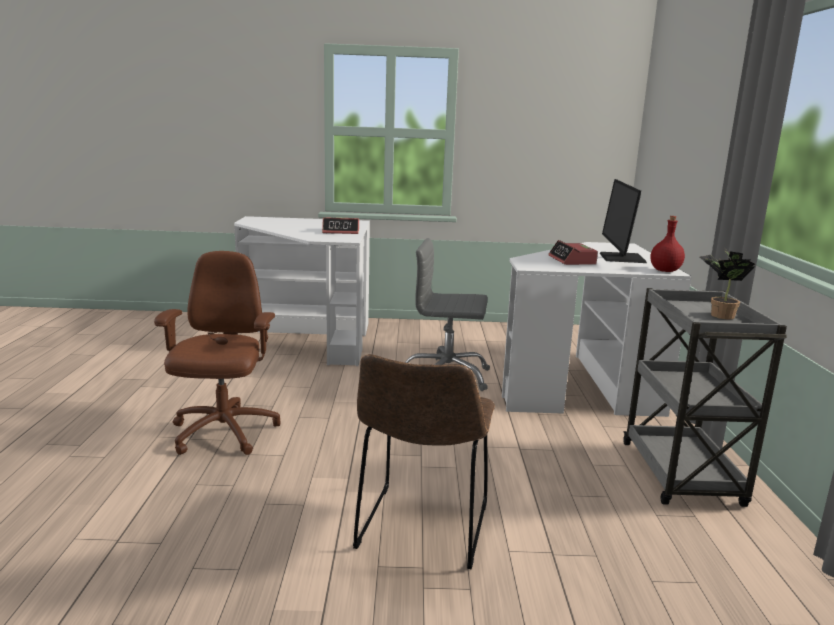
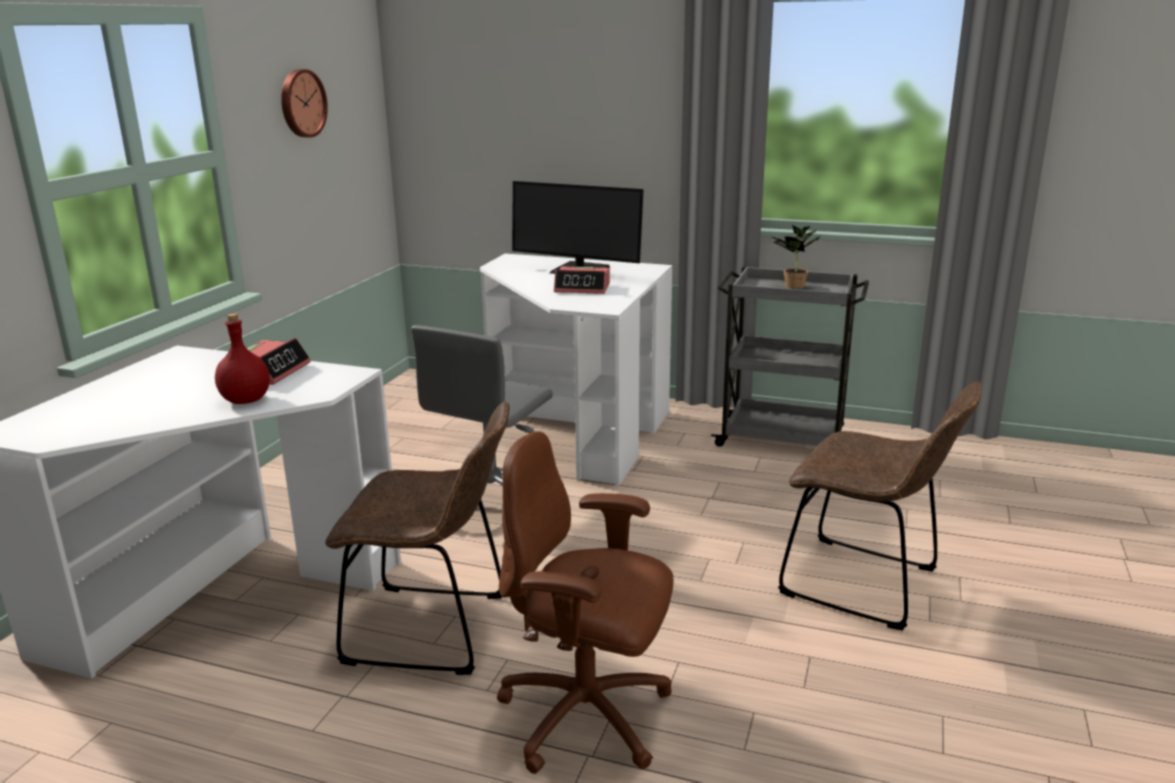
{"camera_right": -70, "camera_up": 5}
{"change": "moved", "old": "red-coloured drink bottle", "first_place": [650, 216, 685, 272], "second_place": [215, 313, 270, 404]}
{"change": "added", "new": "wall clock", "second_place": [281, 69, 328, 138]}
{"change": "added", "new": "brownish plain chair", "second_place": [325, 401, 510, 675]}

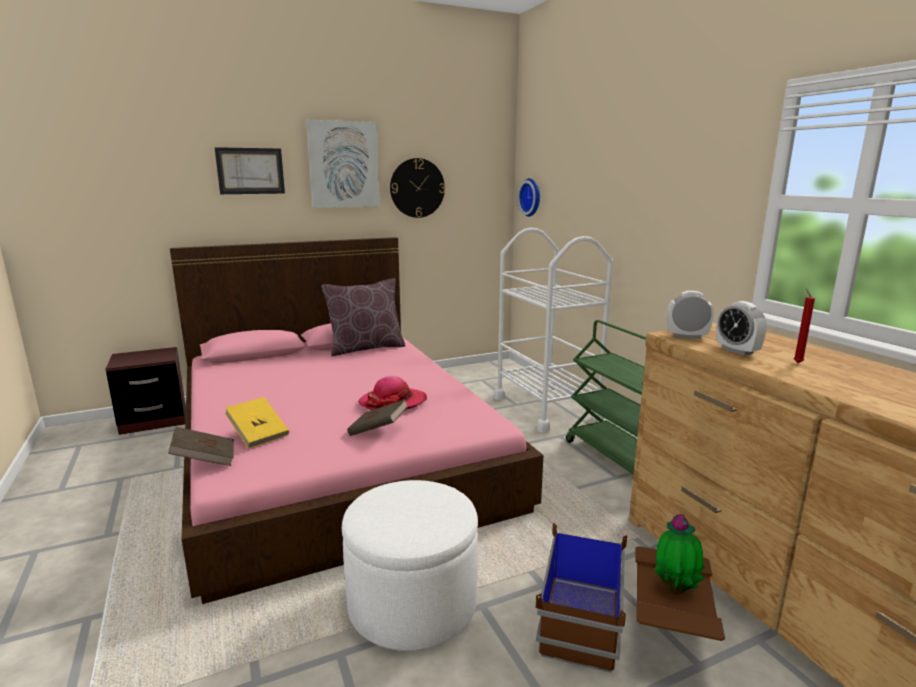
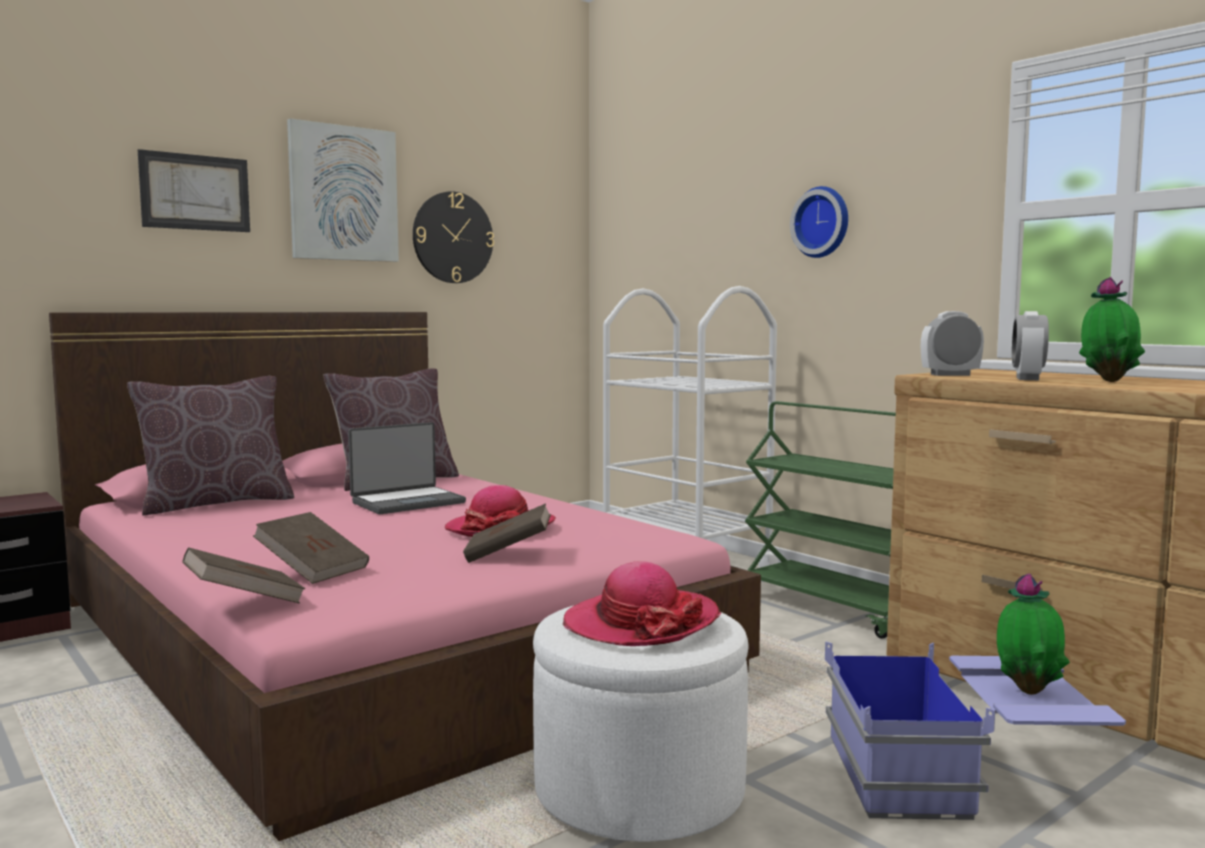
{"camera_right": -15, "camera_up": -10}
{"change": "added", "new": "brownish pillow", "second_place": [127, 376, 294, 515]}
{"change": "recoloured", "old": "yellow bound book", "new": "brownish bound book", "first_place": [225, 397, 289, 449], "second_place": [253, 512, 369, 584]}
{"change": "added", "new": "notebook computer", "second_place": [348, 422, 466, 514]}
{"change": "added", "new": "hat", "second_place": [563, 562, 721, 646]}
{"change": "moved", "old": "wall clock", "first_place": [518, 178, 540, 217], "second_place": [790, 186, 848, 258]}
{"change": "recoloured", "old": "brownish storage container", "new": "blue-coloured storage container", "first_place": [536, 523, 725, 673], "second_place": [825, 642, 1126, 820]}
{"change": "turned", "old": "table clock", "first_place": [716, 301, 767, 356], "second_place": [1012, 311, 1049, 380], "degrees": 60}
{"change": "replaced", "old": "red-coloured candle", "new": "plant in a pot", "first_place": [794, 289, 815, 363], "second_place": [1079, 277, 1145, 382]}

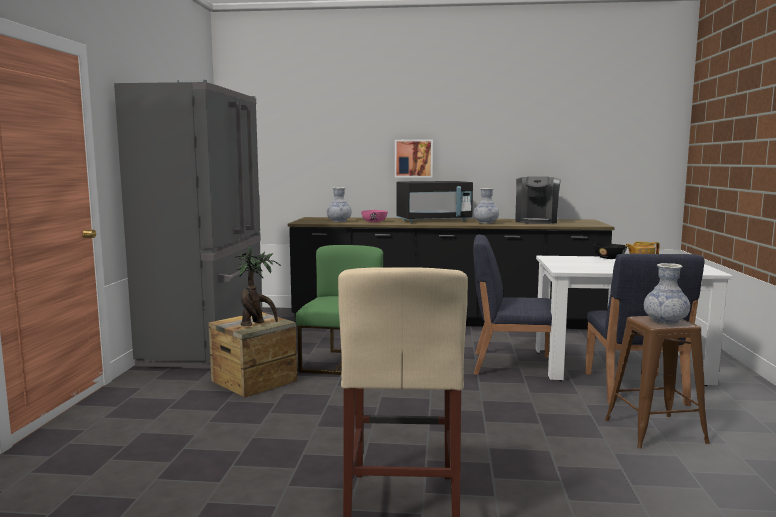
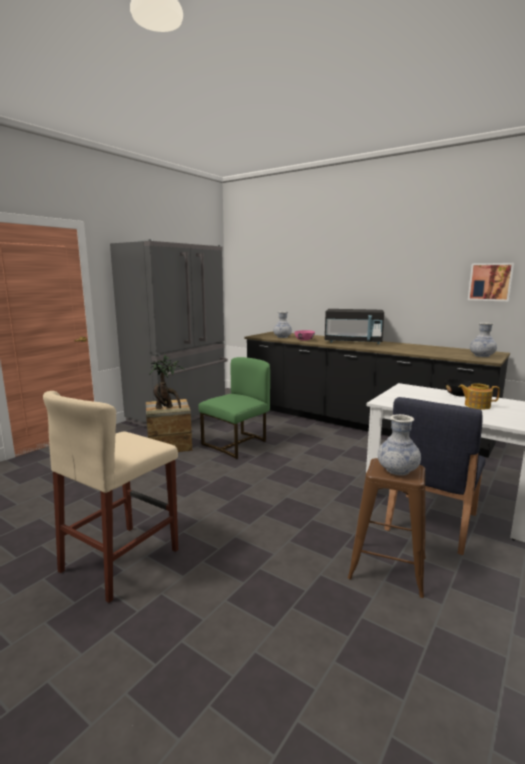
{"camera_right": 30, "camera_up": 5}
{"change": "moved", "old": "wall art", "first_place": [395, 140, 433, 178], "second_place": [468, 263, 514, 301]}
{"change": "moved", "old": "vase", "first_place": [474, 188, 499, 224], "second_place": [470, 323, 497, 357]}
{"change": "removed", "old": "blue-coloured plain chair", "first_place": [473, 234, 552, 375]}
{"change": "removed", "old": "coffee machine", "first_place": [515, 176, 561, 224]}

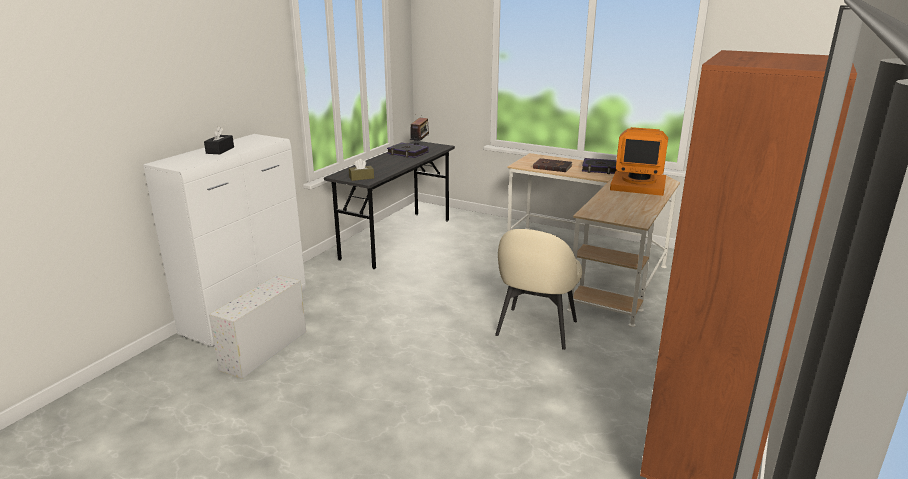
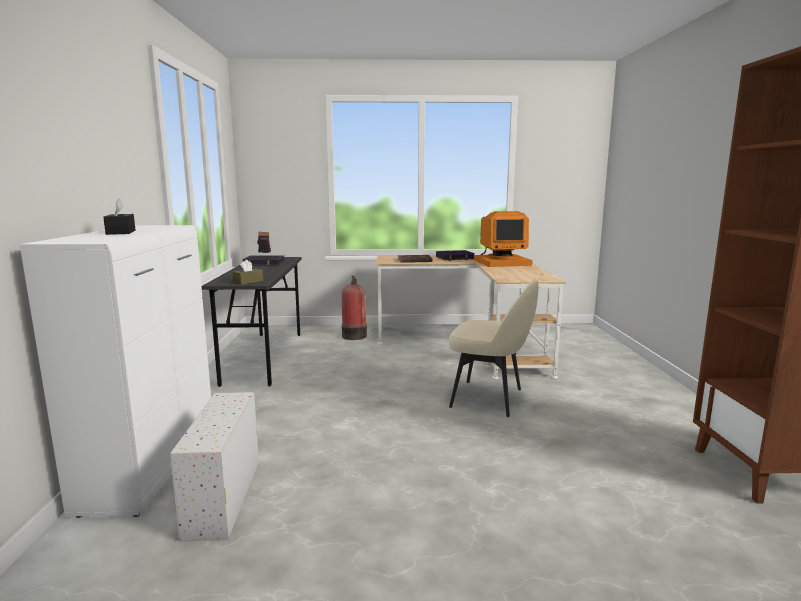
{"camera_right": -30, "camera_up": -10}
{"change": "added", "new": "fire extinguisher", "second_place": [342, 276, 367, 340]}
{"change": "turned", "old": "beige plain chair", "first_place": [495, 229, 582, 350], "second_place": [449, 279, 539, 417], "degrees": -60}

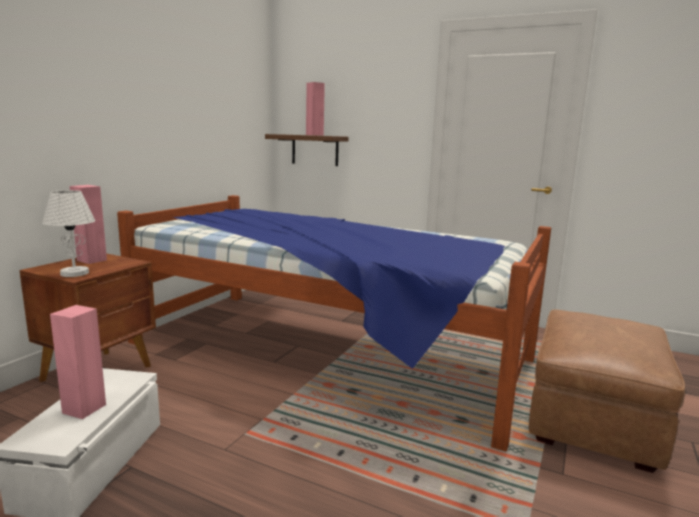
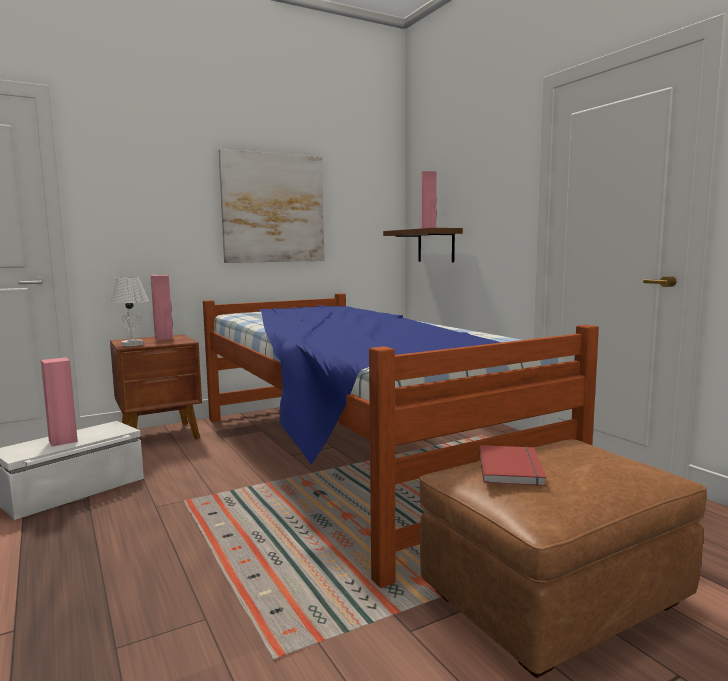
{"camera_right": 35, "camera_up": -5}
{"change": "added", "new": "wall art", "second_place": [219, 149, 324, 263]}
{"change": "added", "new": "red-coloured bound book", "second_place": [479, 445, 546, 486]}

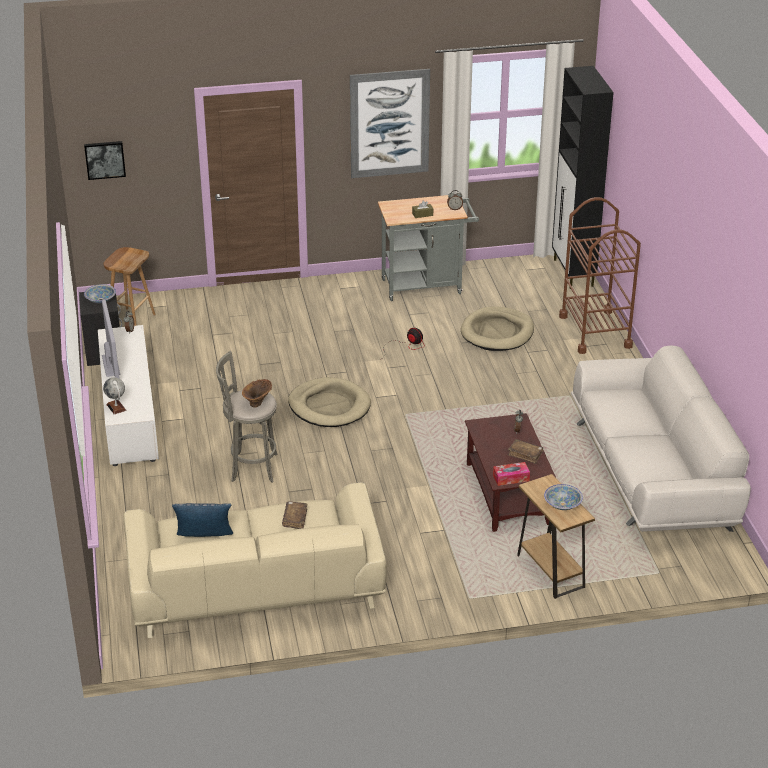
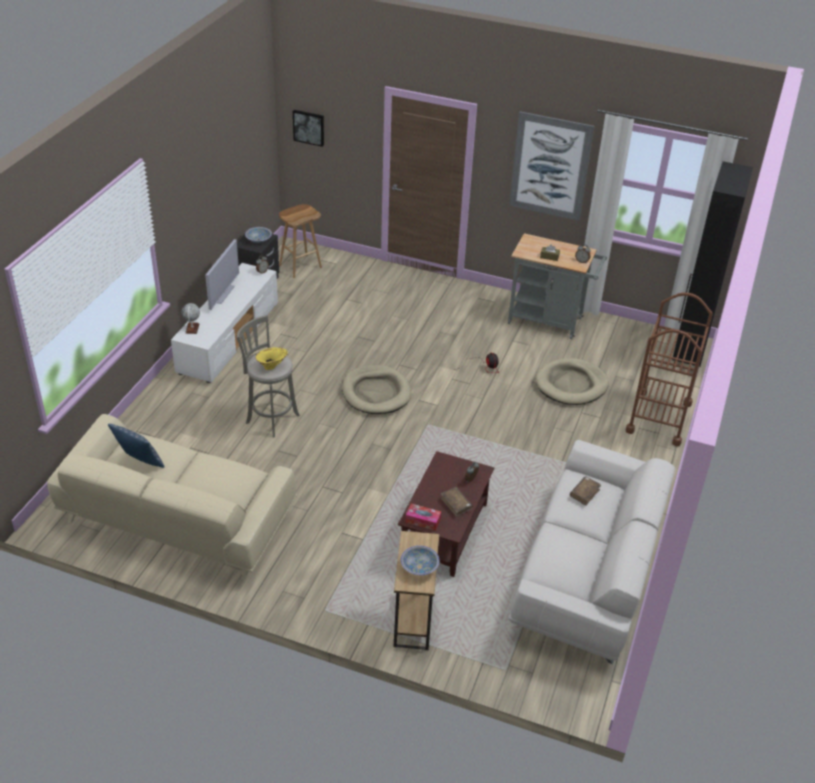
{"camera_right": 30, "camera_up": 5}
{"change": "recoloured", "old": "brownish vase", "new": "yellow vase", "first_place": [242, 379, 272, 408], "second_place": [256, 347, 288, 370]}
{"change": "moved", "old": "brownish bound book", "first_place": [282, 501, 307, 529], "second_place": [570, 477, 601, 506]}

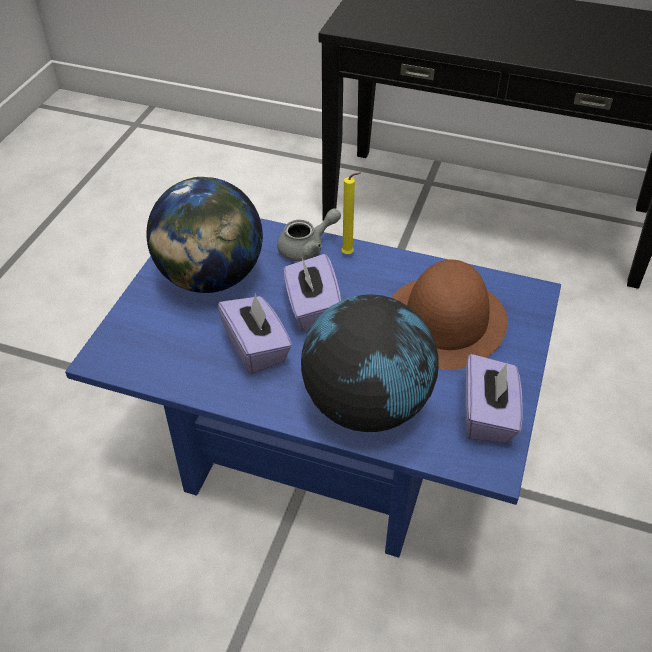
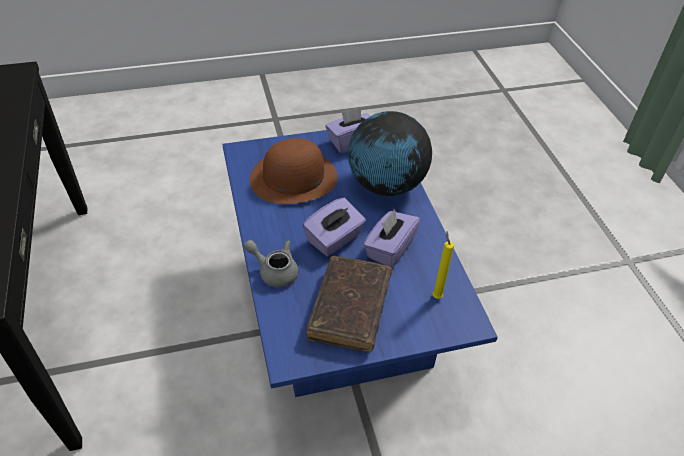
{"camera_right": -125, "camera_up": 0}
{"change": "replaced", "old": "desk globe", "new": "brownish bound book", "first_place": [146, 177, 263, 293], "second_place": [307, 256, 392, 352]}
{"change": "moved", "old": "yellow candle", "first_place": [341, 173, 361, 254], "second_place": [433, 231, 454, 299]}

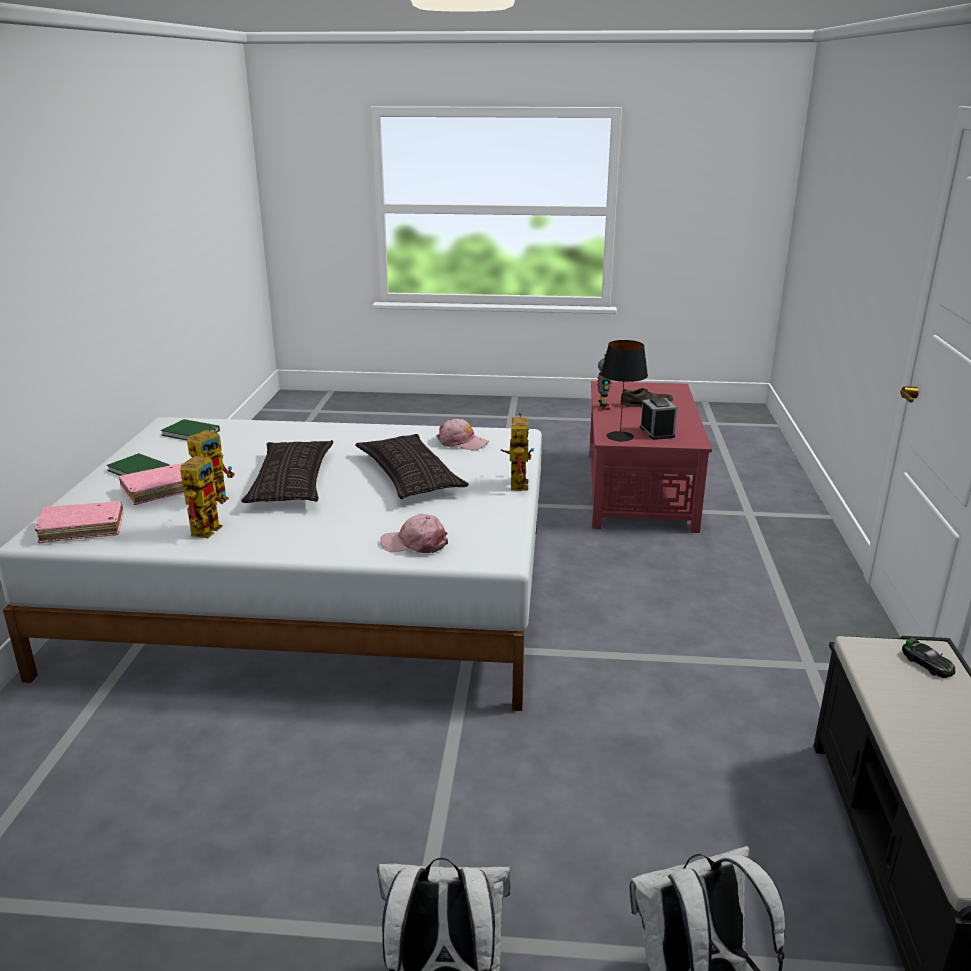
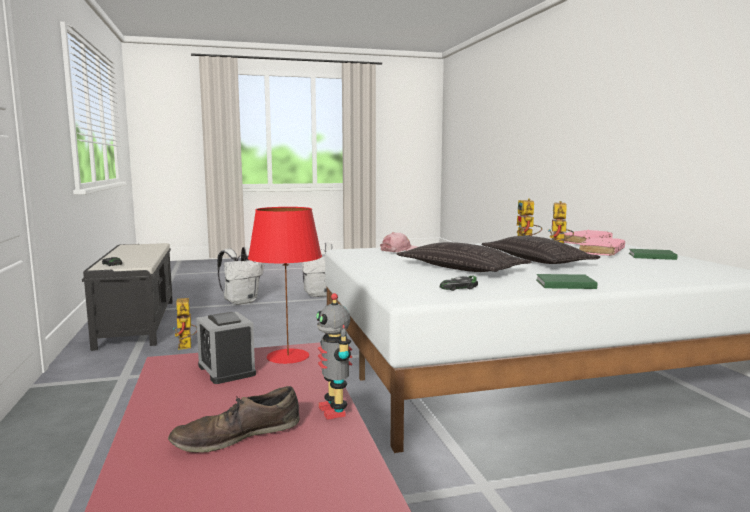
{"camera_right": 160, "camera_up": -15}
{"change": "moved", "old": "model robot", "first_place": [501, 412, 535, 491], "second_place": [172, 298, 197, 350]}
{"change": "recoloured", "old": "black-coloured lamp for a table", "new": "red-coloured lamp for a table", "first_place": [601, 340, 648, 441], "second_place": [248, 207, 322, 364]}
{"change": "replaced", "old": "pinkish cap", "new": "toy car", "first_place": [436, 419, 489, 450], "second_place": [440, 276, 478, 291]}
{"change": "moved", "old": "greenish bound book", "first_place": [161, 419, 220, 440], "second_place": [536, 274, 597, 289]}

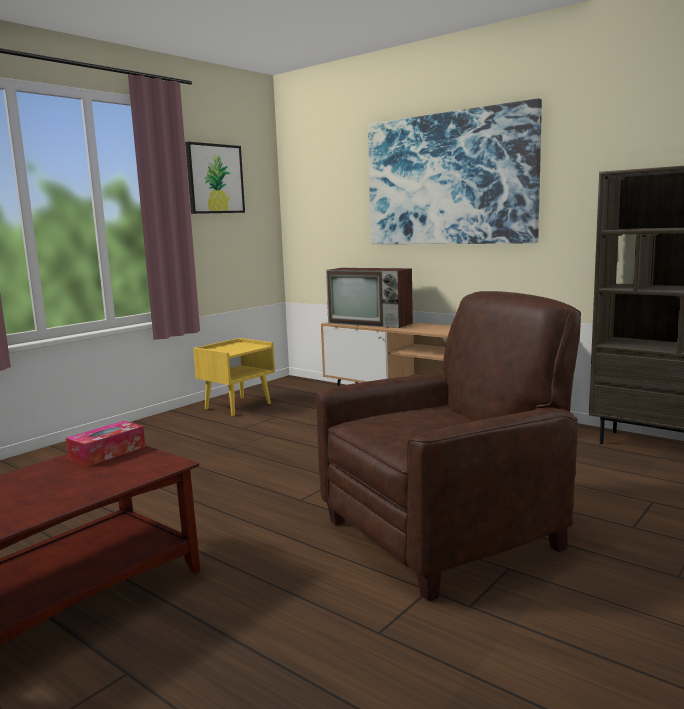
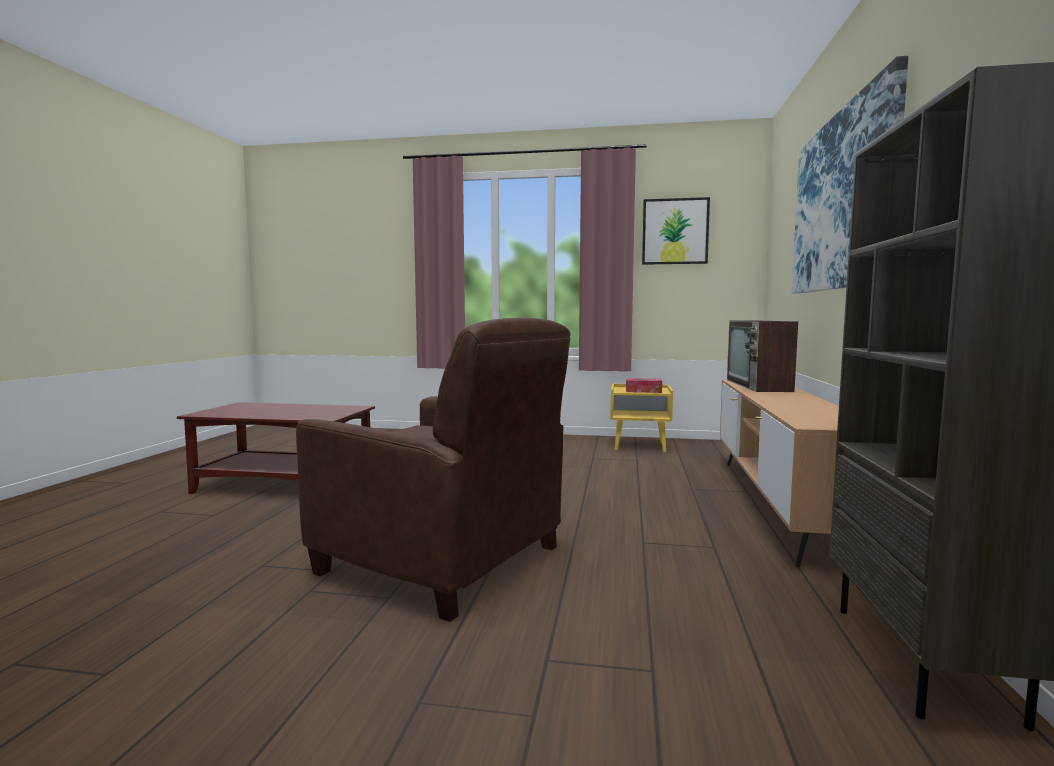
{"camera_right": 60, "camera_up": -5}
{"change": "moved", "old": "tissue box", "first_place": [66, 421, 145, 467], "second_place": [626, 378, 662, 393]}

